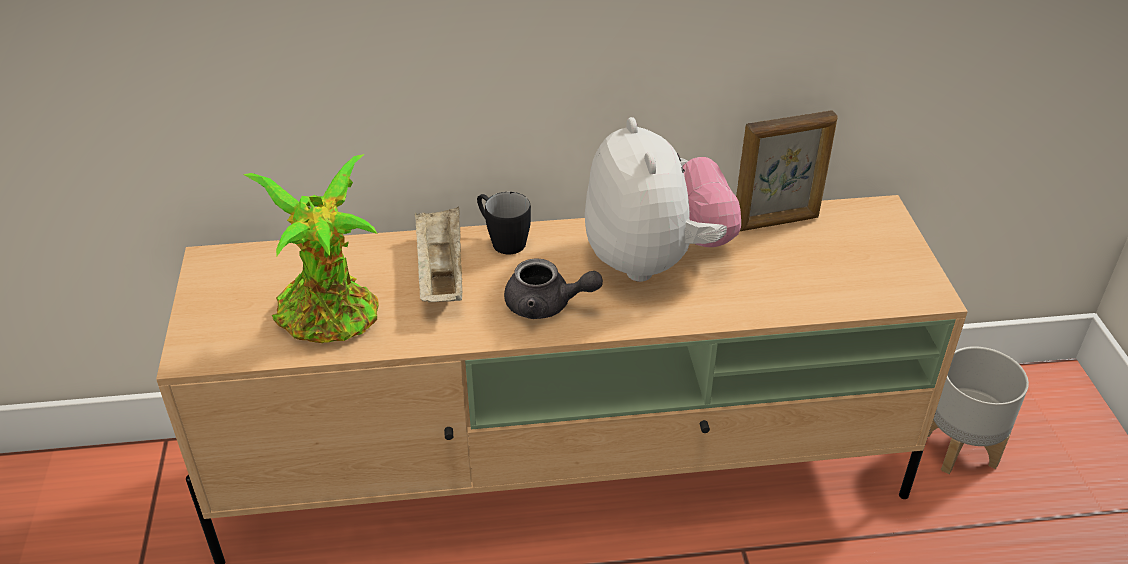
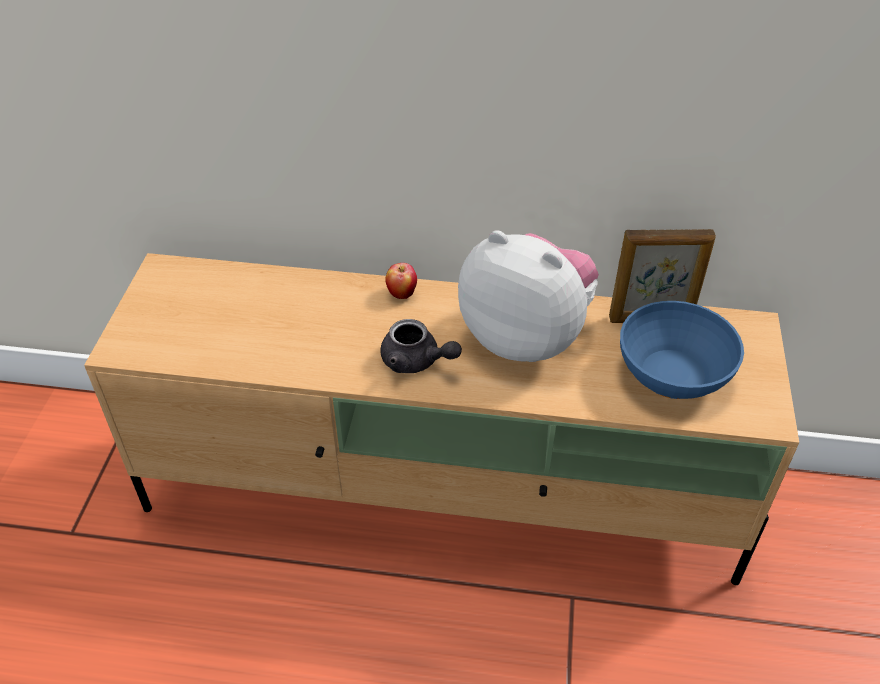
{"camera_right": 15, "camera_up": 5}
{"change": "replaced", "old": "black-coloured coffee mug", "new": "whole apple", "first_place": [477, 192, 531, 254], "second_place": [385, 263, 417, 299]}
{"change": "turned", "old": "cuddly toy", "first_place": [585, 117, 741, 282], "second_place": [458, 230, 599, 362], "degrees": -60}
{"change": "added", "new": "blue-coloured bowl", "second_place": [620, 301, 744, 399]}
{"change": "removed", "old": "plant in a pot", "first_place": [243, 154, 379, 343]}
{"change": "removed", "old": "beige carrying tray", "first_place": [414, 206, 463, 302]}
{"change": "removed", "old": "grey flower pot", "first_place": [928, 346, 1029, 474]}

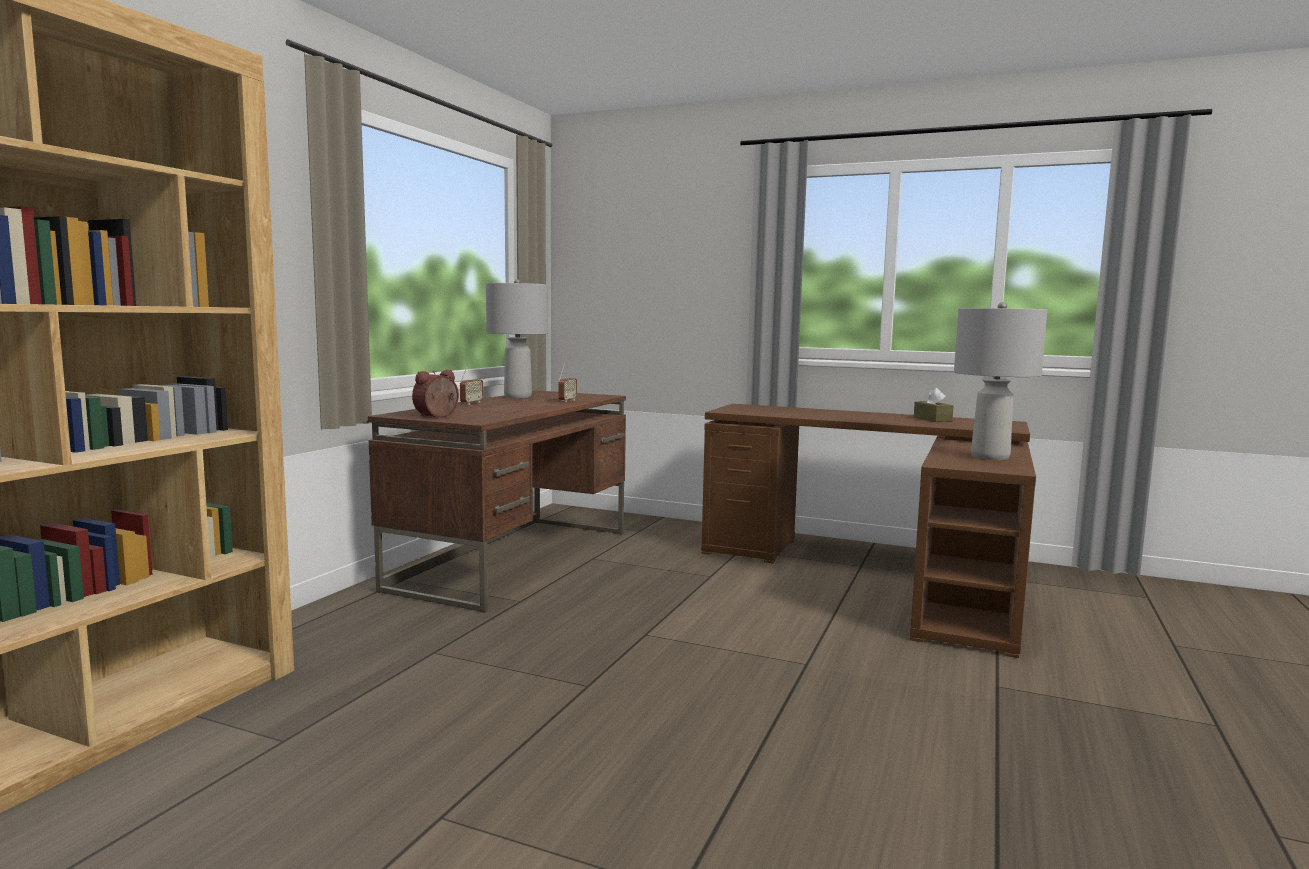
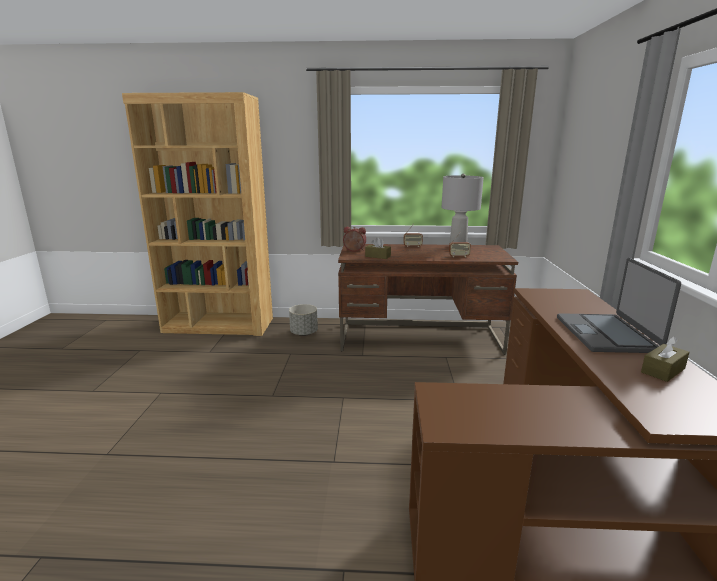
{"camera_right": 70, "camera_up": 10}
{"change": "added", "new": "grey flower pot", "second_place": [289, 304, 318, 336]}
{"change": "added", "new": "brownish tissue box", "second_place": [365, 237, 391, 259]}
{"change": "added", "new": "notebook computer", "second_place": [557, 258, 681, 353]}
{"change": "removed", "old": "grey lamp for a table", "first_place": [954, 302, 1048, 460]}

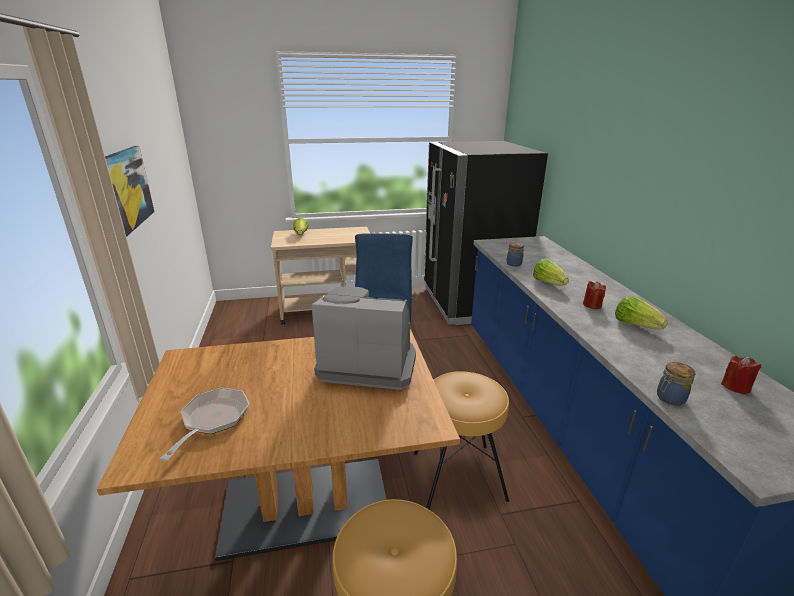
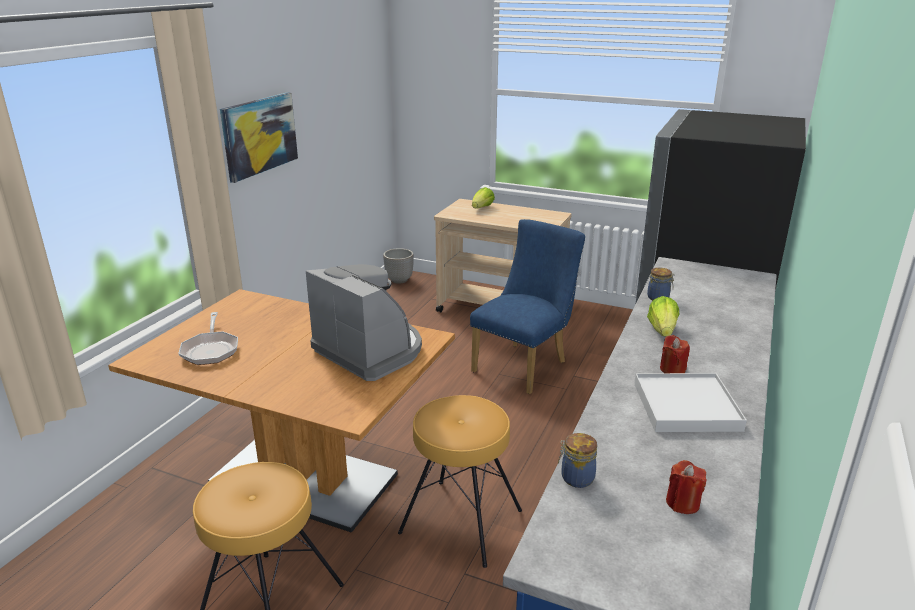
{"camera_right": 35, "camera_up": 0}
{"change": "turned", "old": "skillet", "first_place": [160, 388, 250, 461], "second_place": [178, 312, 238, 365], "degrees": 120}
{"change": "added", "new": "flower pot", "second_place": [383, 248, 414, 284]}
{"change": "replaced", "old": "head of lettuce", "new": "white-coloured carrying tray", "first_place": [615, 296, 668, 329], "second_place": [634, 373, 747, 432]}

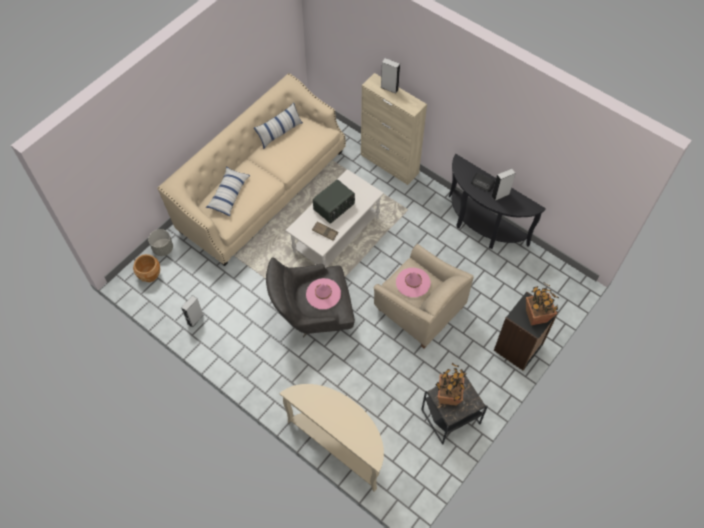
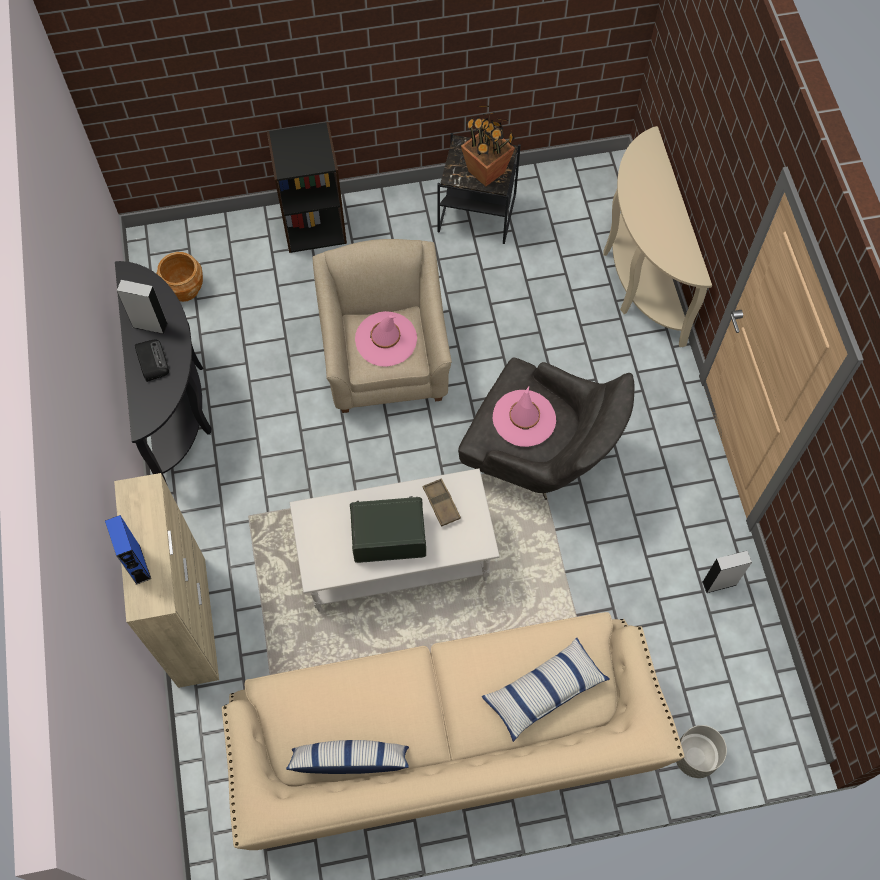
{"camera_right": -140, "camera_up": 5}
{"change": "recoloured", "old": "grey speaker", "new": "blue-coloured speaker", "first_place": [381, 58, 400, 93], "second_place": [105, 515, 151, 585]}
{"change": "moved", "old": "brownish flower pot", "first_place": [133, 254, 160, 282], "second_place": [156, 252, 203, 302]}
{"change": "removed", "old": "plant in a pot", "first_place": [526, 282, 559, 326]}

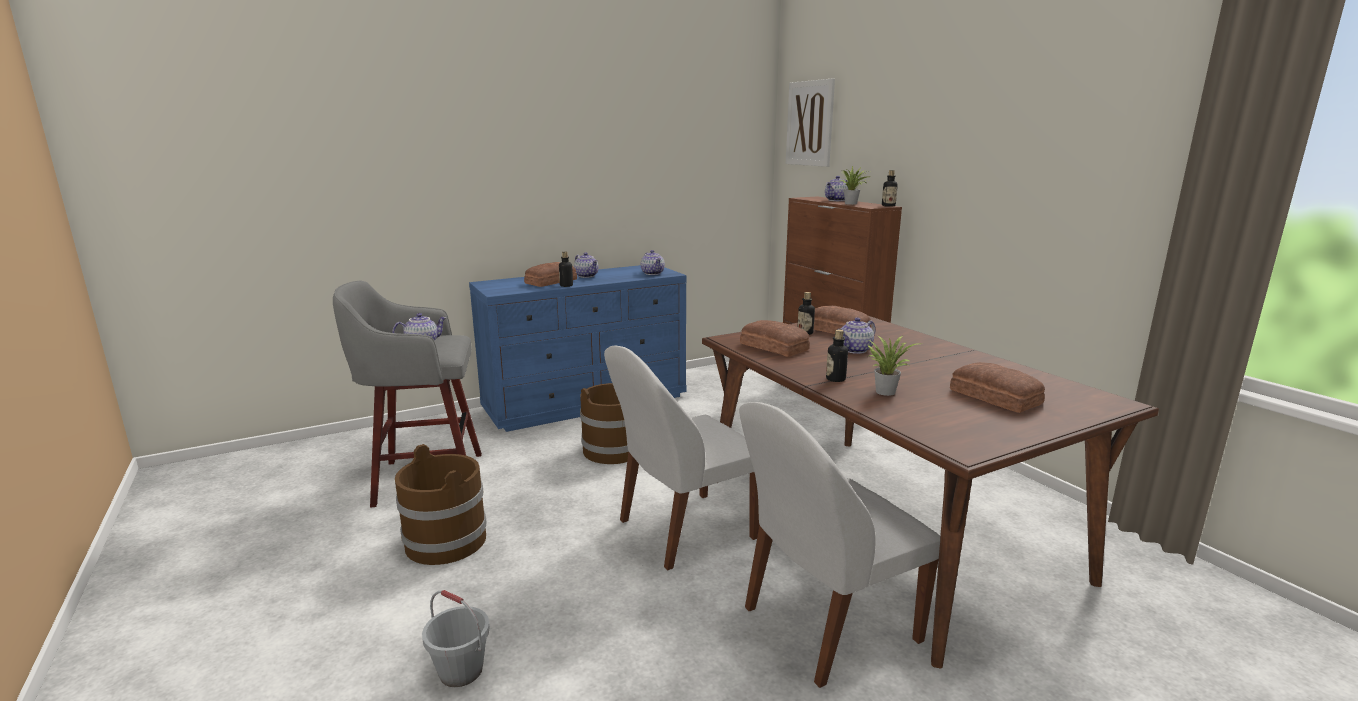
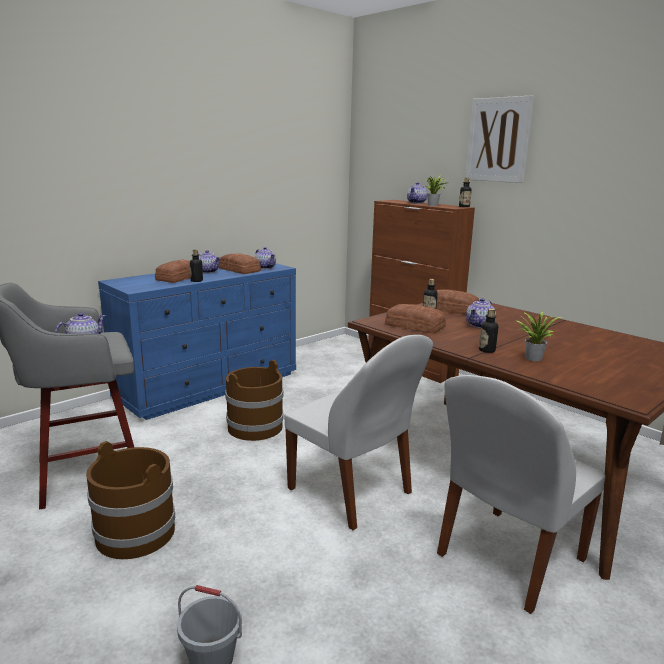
{"camera_right": -15, "camera_up": 0}
{"change": "moved", "old": "bread", "first_place": [950, 362, 1045, 413], "second_place": [219, 254, 261, 274]}
{"change": "turned", "old": "white-coloured plain chair", "first_place": [604, 346, 759, 570], "second_place": [284, 335, 433, 530], "degrees": -90}
{"change": "moved", "old": "wall art", "first_place": [786, 78, 835, 167], "second_place": [465, 95, 534, 183]}

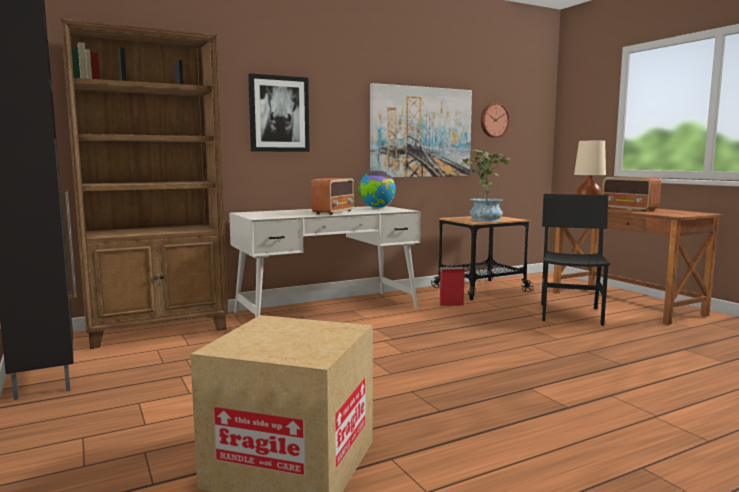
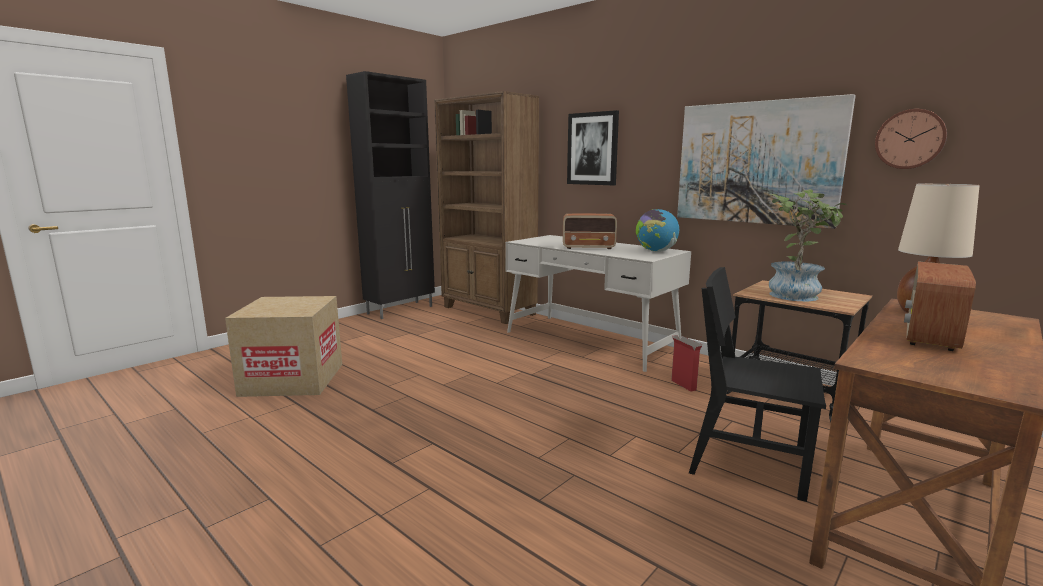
{"camera_right": 70, "camera_up": 5}
{"change": "turned", "old": "black-coloured plain chair", "first_place": [541, 194, 610, 326], "second_place": [689, 267, 826, 502], "degrees": -150}

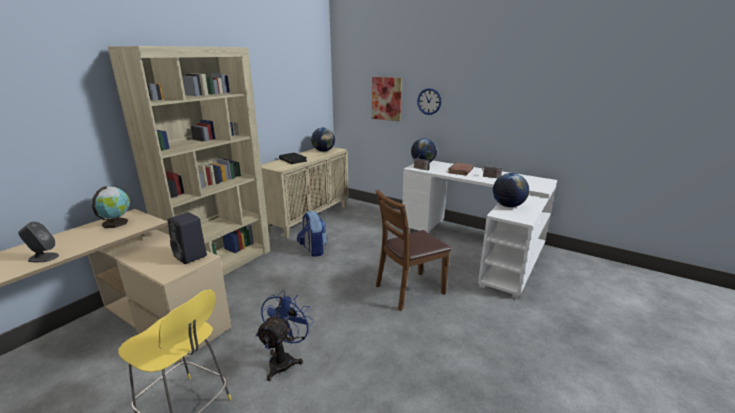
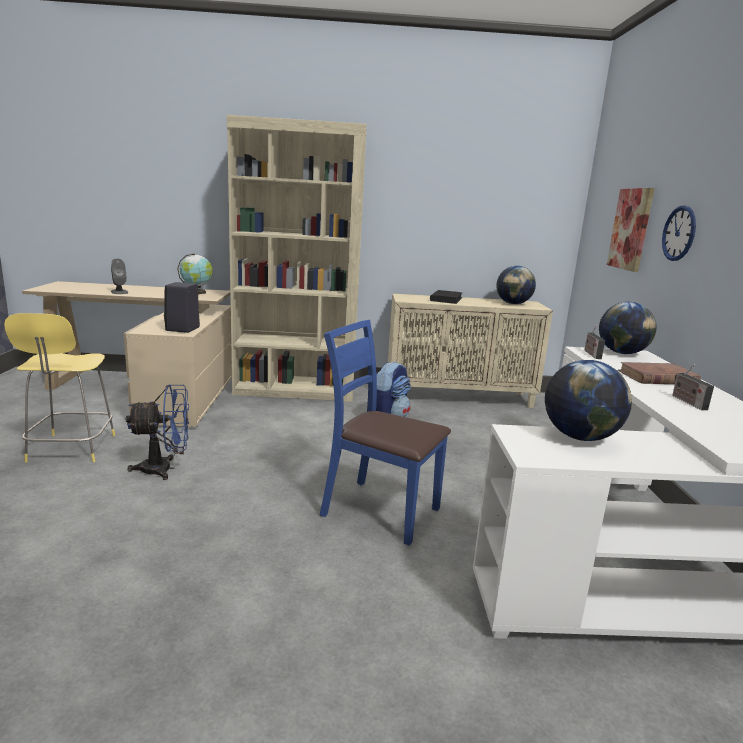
{"camera_right": 55, "camera_up": -5}
{"change": "recoloured", "old": "brownish plain chair", "new": "blue-coloured plain chair", "first_place": [375, 189, 452, 311], "second_place": [320, 320, 451, 546]}

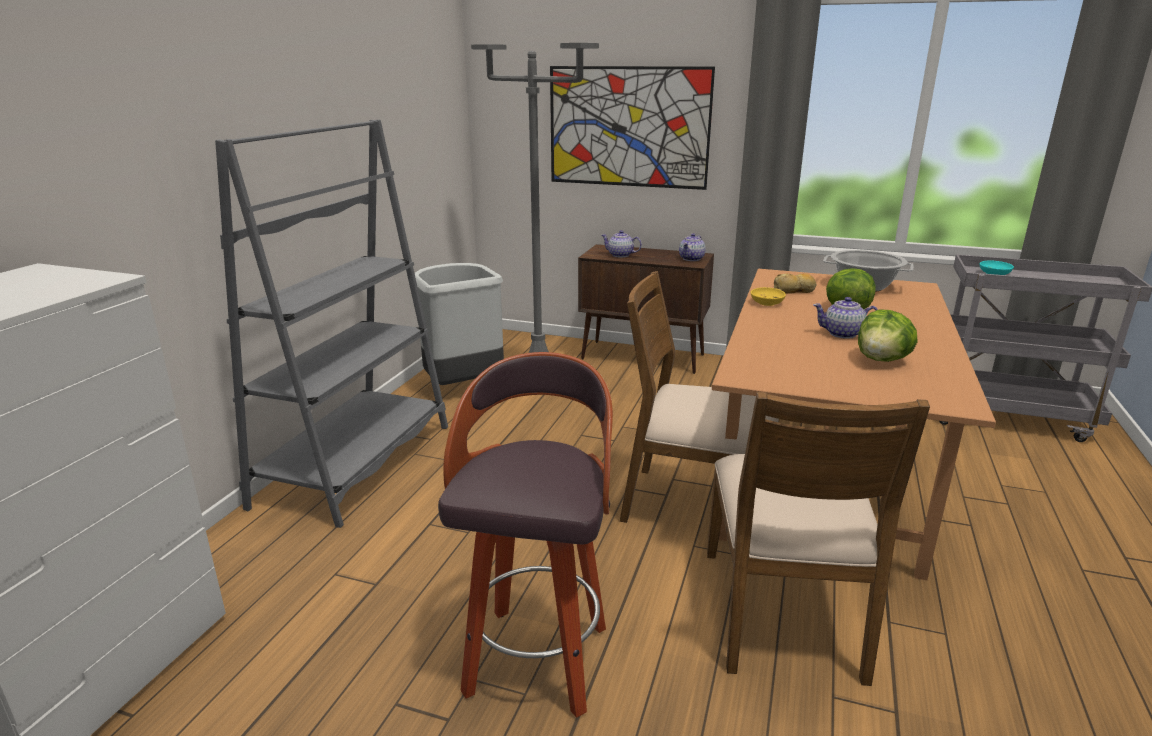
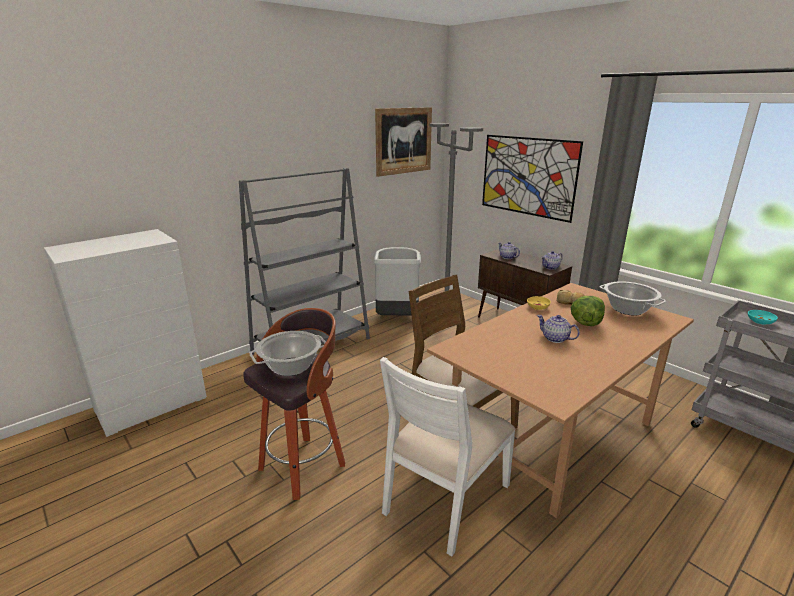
{"camera_right": 30, "camera_up": 0}
{"change": "added", "new": "cooking pot", "second_place": [249, 331, 326, 376]}
{"change": "added", "new": "wall art", "second_place": [375, 107, 432, 177]}
{"change": "recoloured", "old": "brownish plain chair", "new": "white-coloured plain chair", "first_place": [707, 392, 930, 686], "second_place": [380, 357, 516, 557]}
{"change": "removed", "old": "head of lettuce", "first_place": [858, 309, 918, 362]}

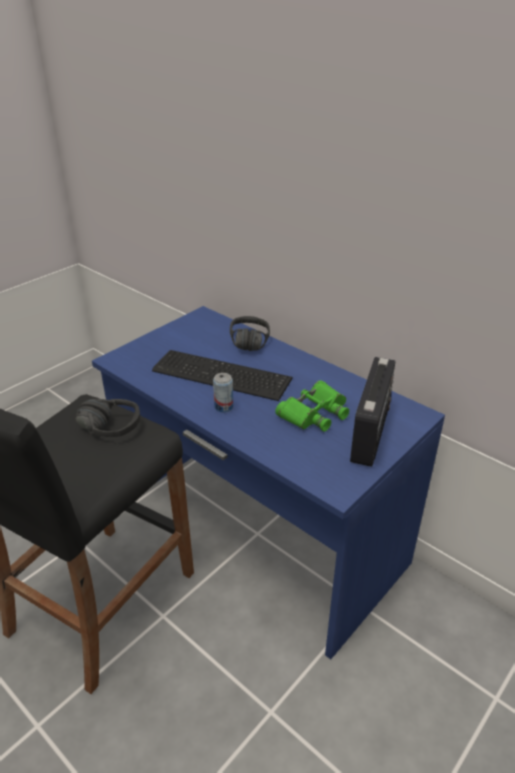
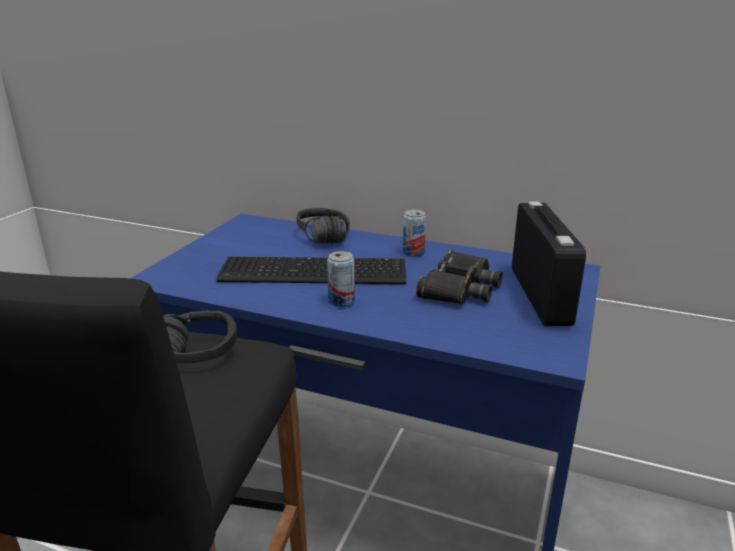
{"camera_right": -20, "camera_up": -10}
{"change": "added", "new": "can", "second_place": [402, 210, 426, 257]}
{"change": "recoloured", "old": "greenish pair of binoculars", "new": "black-coloured pair of binoculars", "first_place": [275, 380, 349, 432], "second_place": [416, 250, 503, 304]}

